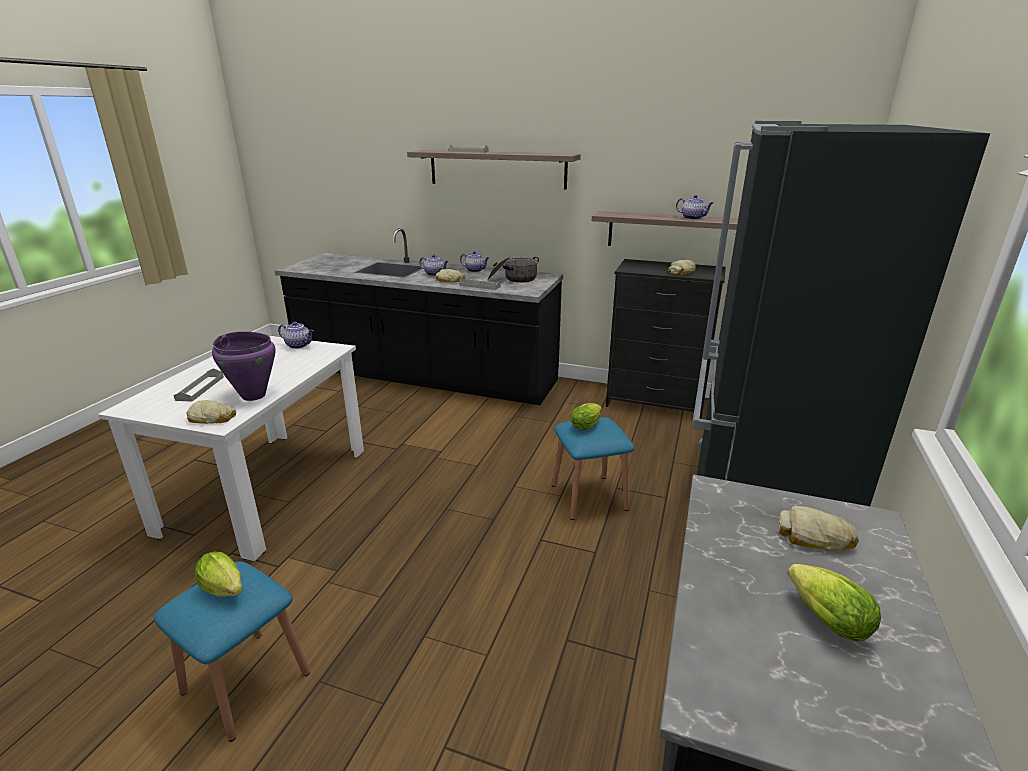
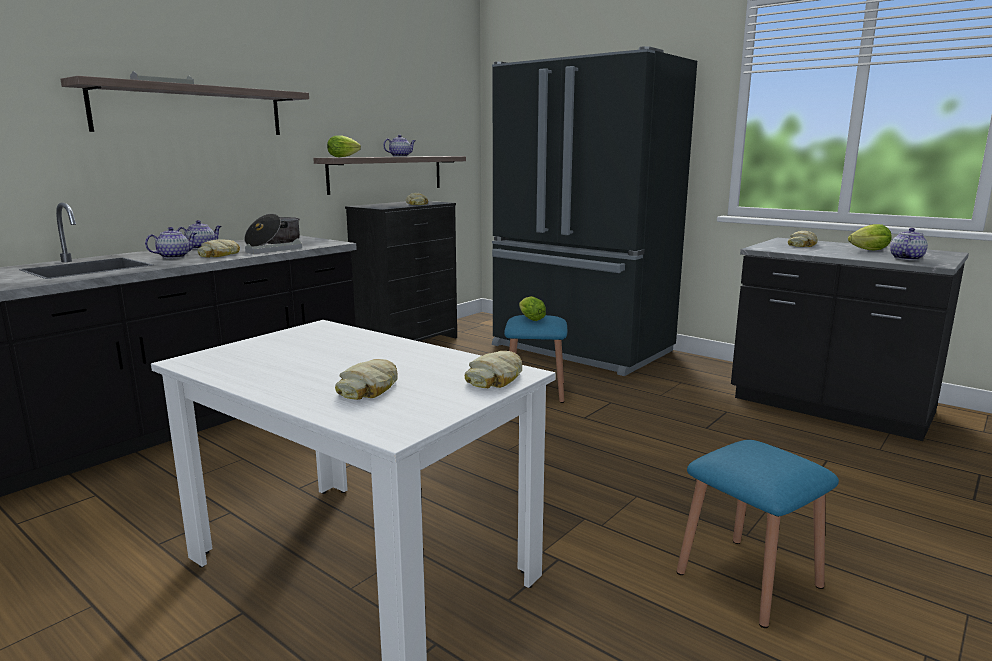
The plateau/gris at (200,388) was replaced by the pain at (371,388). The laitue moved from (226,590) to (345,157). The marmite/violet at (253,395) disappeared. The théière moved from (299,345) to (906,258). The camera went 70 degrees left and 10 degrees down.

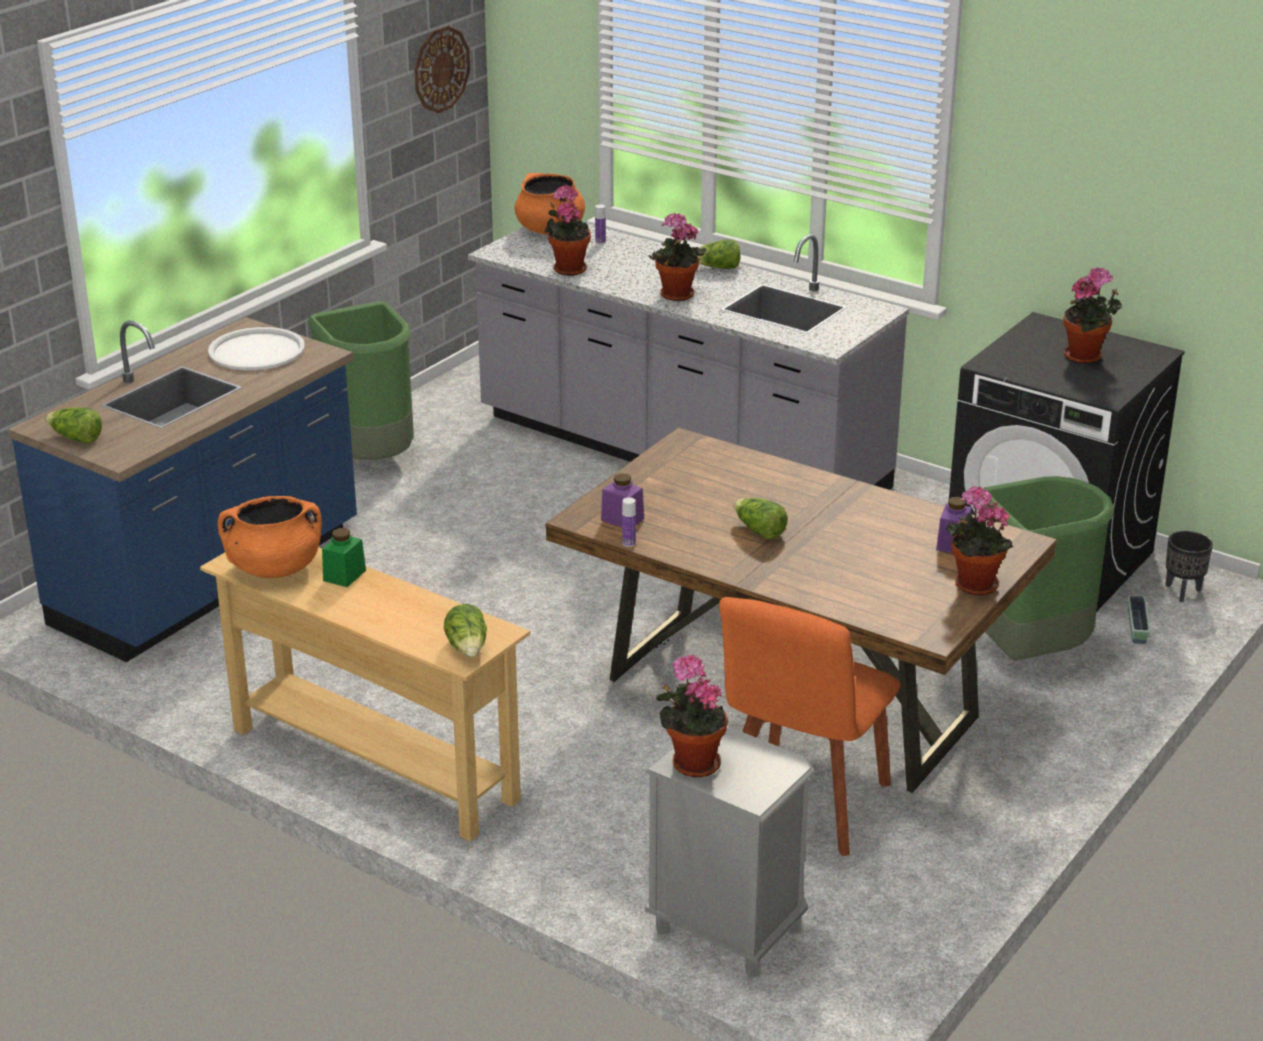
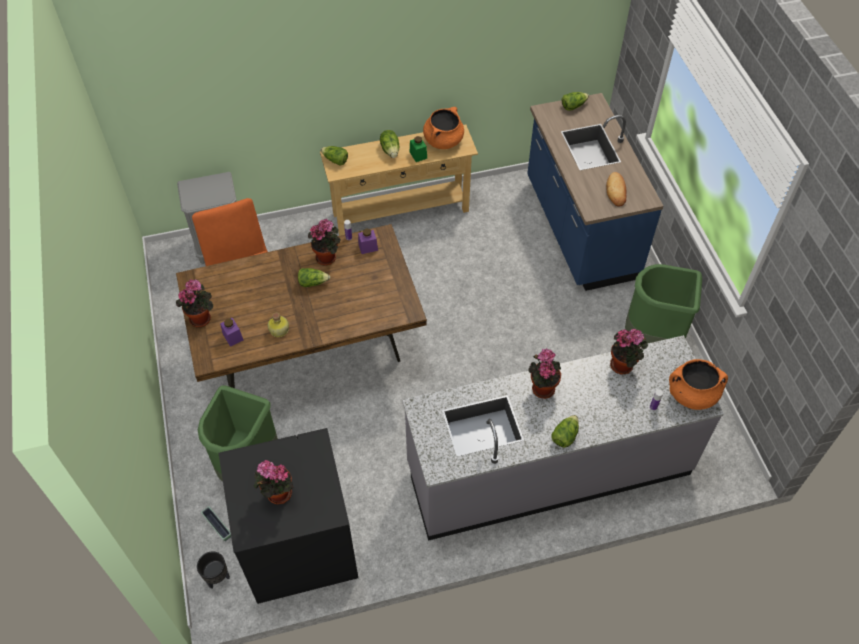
The plateau/blanc at (256,351) was replaced by the pain at (616,191). The horloge murale at (441,69) disappeared. The plante en pot moved from (691,763) to (327,257). The bouteille at (279,330) appeared. The laitue at (390,150) appeared. The camera went 130 degrees right and 25 degrees up.

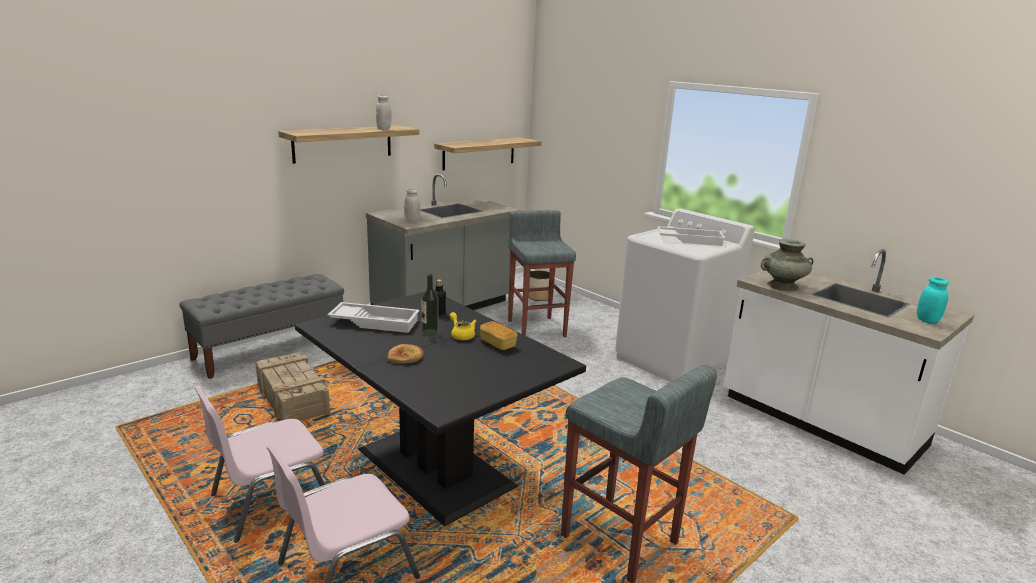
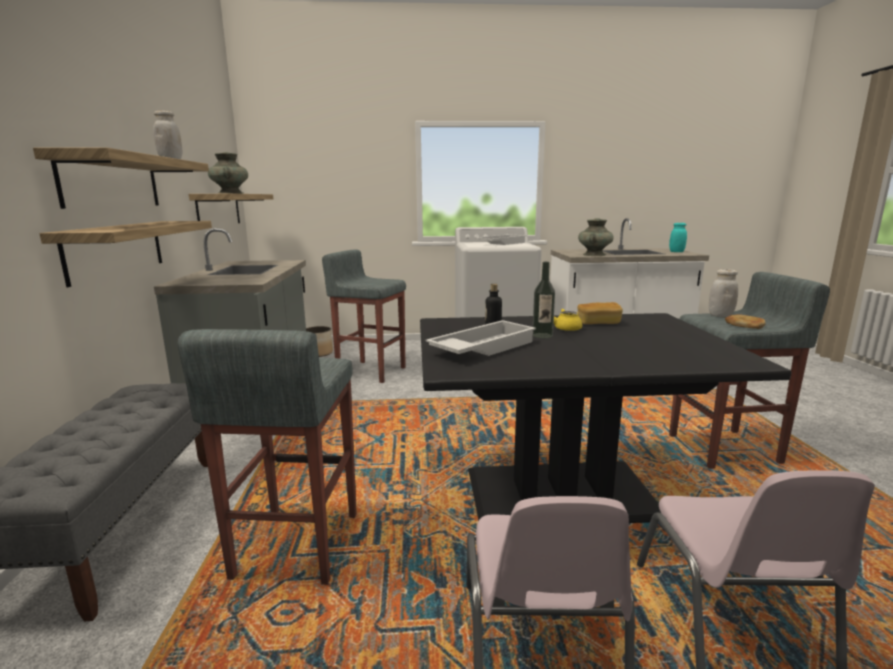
The caisse at (293,399) was replaced by the tabouret/gris at (295,546). The pain moved from (405,357) to (744,324). The bocal/blanc moved from (412,220) to (720,315). The étagère at (116,249) appeared. The vase/turquoise at (230,193) appeared. The camera went 50 degrees left and 5 degrees down.

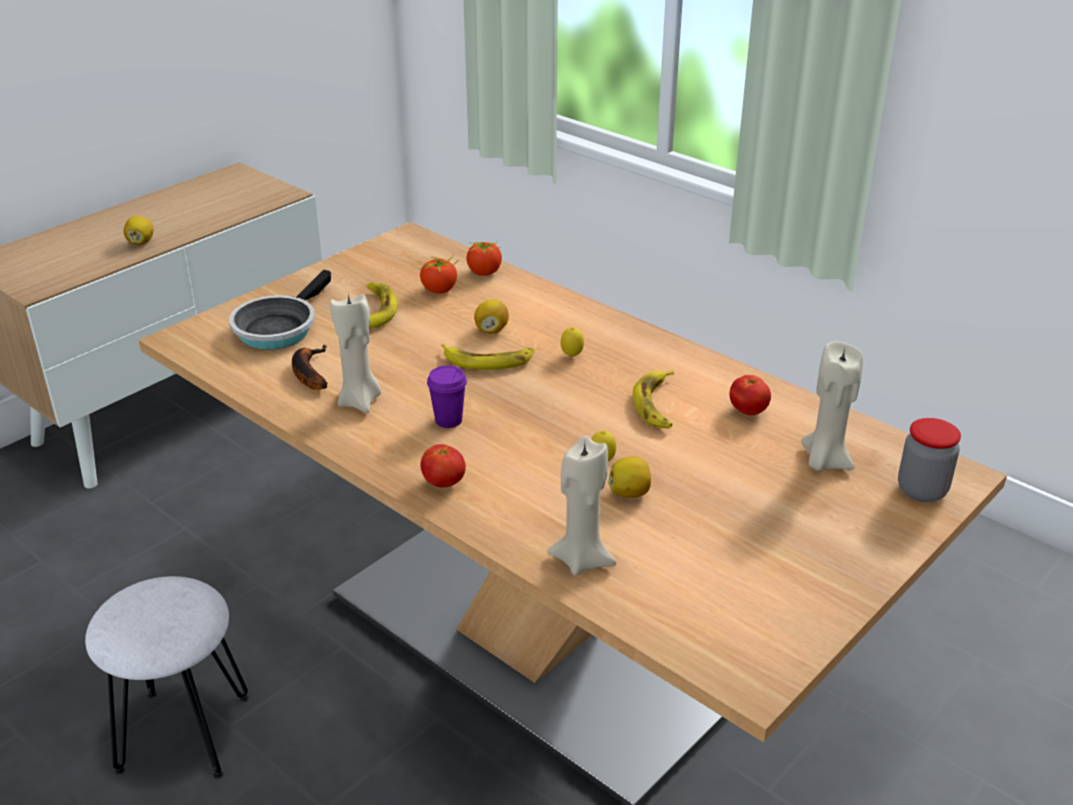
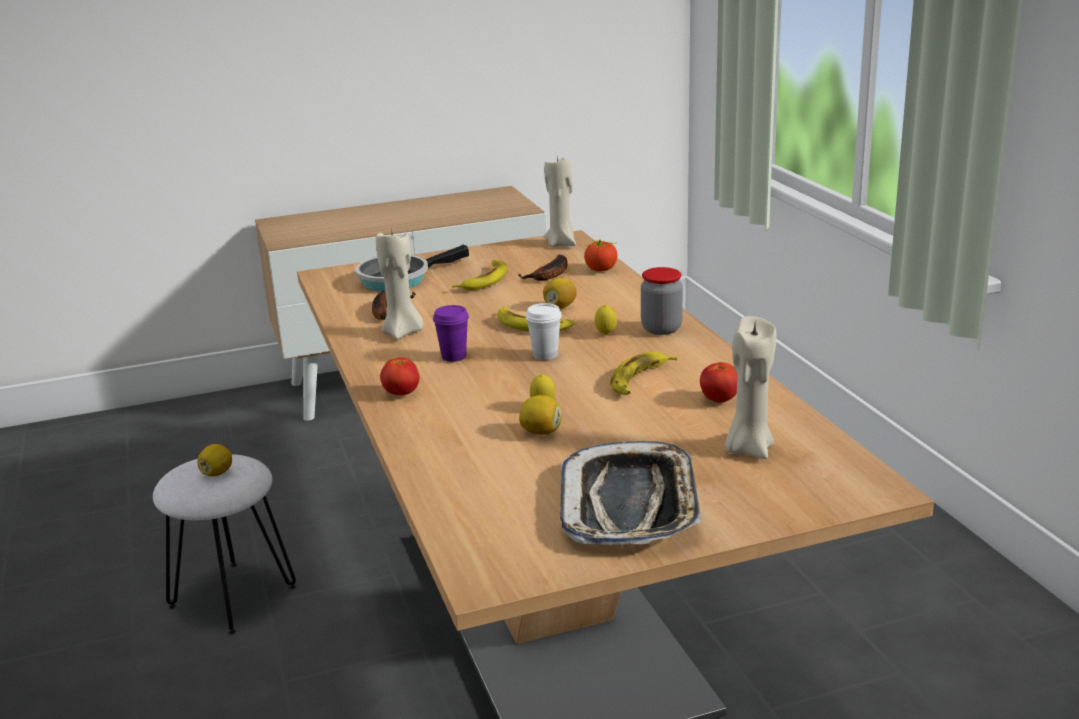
The citron moved from (141,242) to (217,473). The tomate at (439,290) was replaced by the banane at (550,275). The bougie/beige moved from (582,559) to (561,243). The bocal moved from (922,490) to (661,329). The tasse/blanc at (545,355) appeared. The plateau at (630,505) appeared. The camera went 30 degrees right and 10 degrees down.

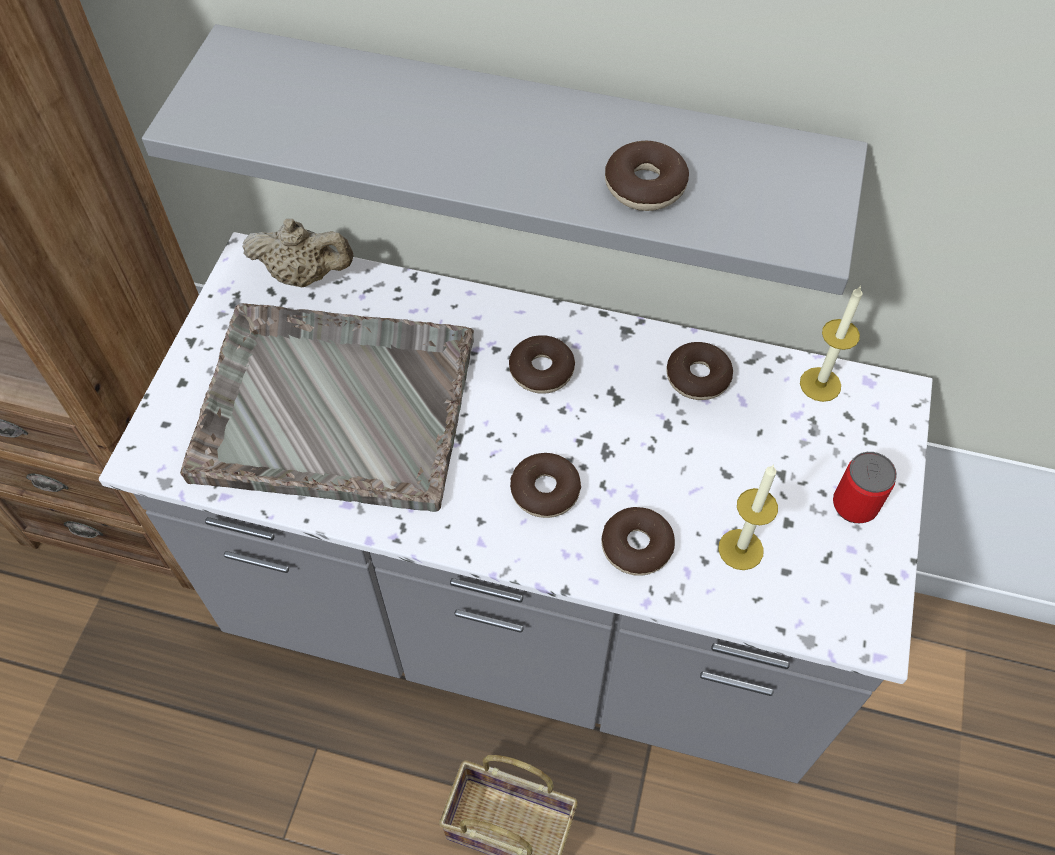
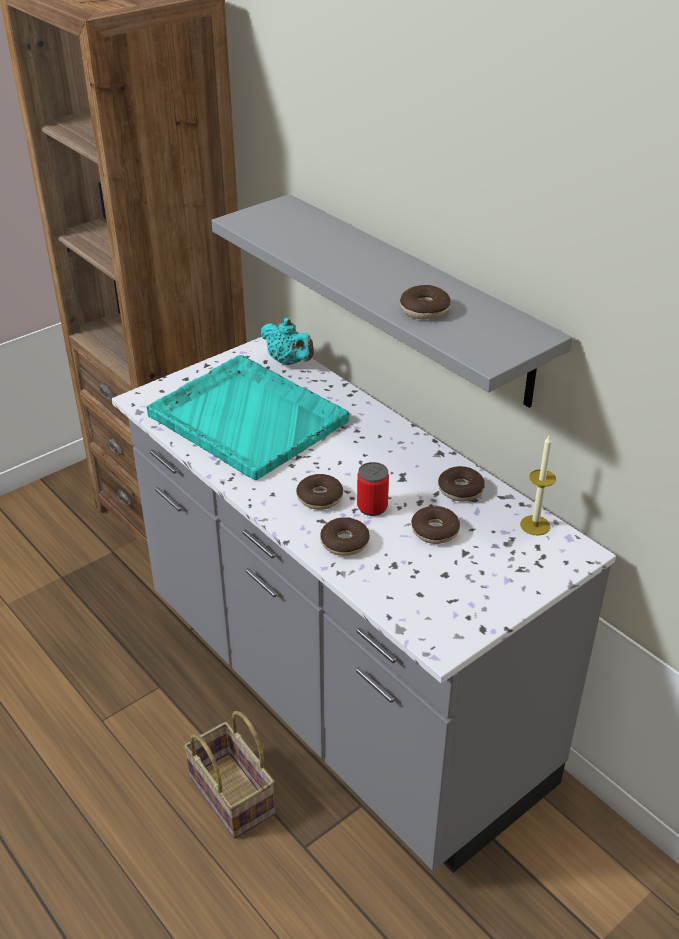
The plateau/gris at (332,407) became the plateau/turquoise at (246,417). The théière/beige at (305,275) became the théière/turquoise at (288,362). The beignet moved from (541,371) to (435,531). The bougie at (740,549) disappeared. The boîte métallique moved from (854,505) to (372,507). The camera went 35 degrees right and 20 degrees down.

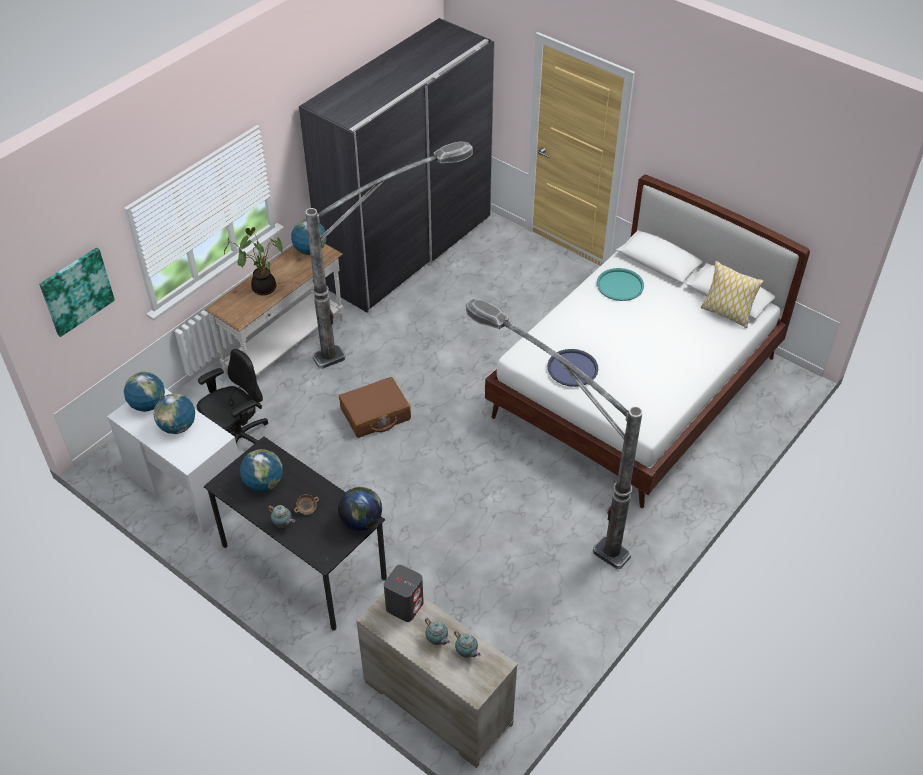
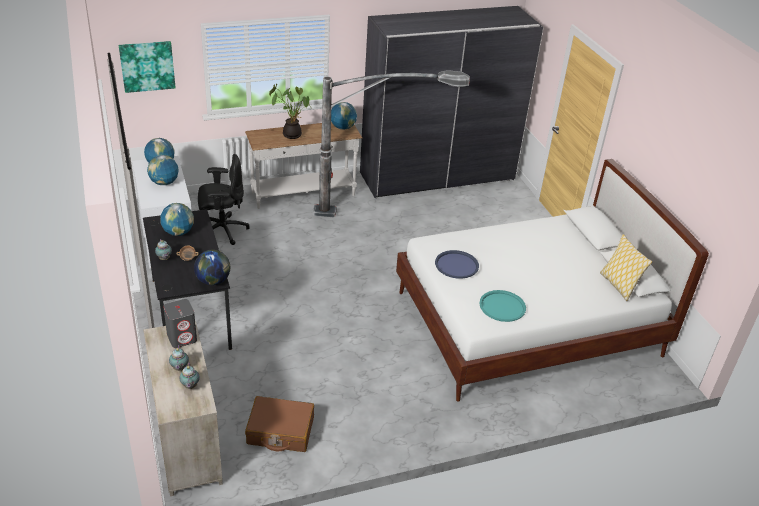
The valise/marron moved from (375,414) to (280,431). The lampadaire at (543,510) disappeared. The plateau/turquoise moved from (620,285) to (502,306). The camera went 30 degrees right and 10 degrees down.

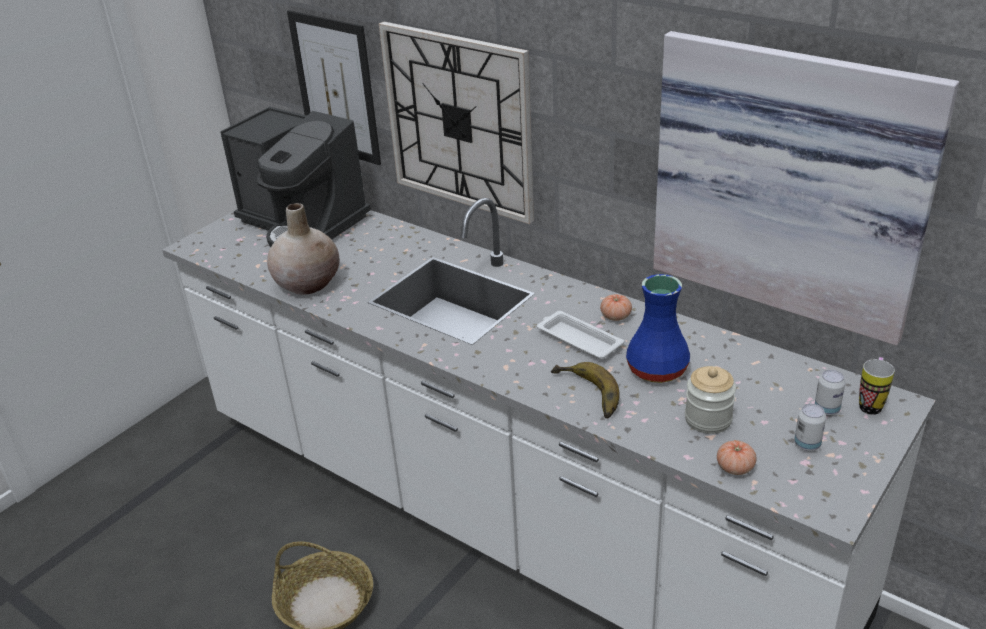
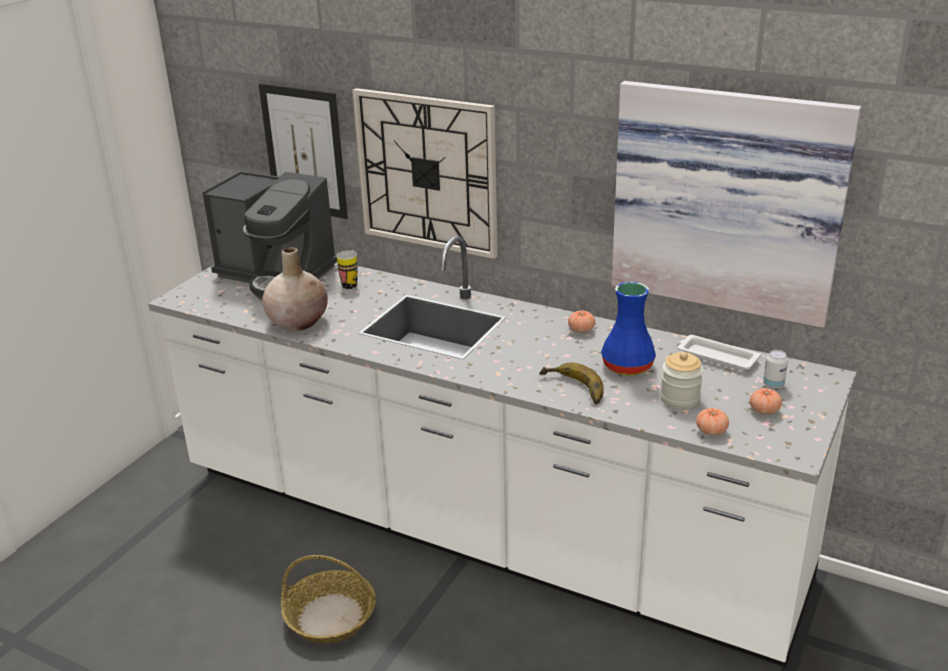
The plateau/blanc moved from (578,339) to (716,357). The boîte métallique at (807,445) was replaced by the tomate at (764,410). The mug moved from (871,403) to (351,283). The camera went 10 degrees left and 5 degrees down.

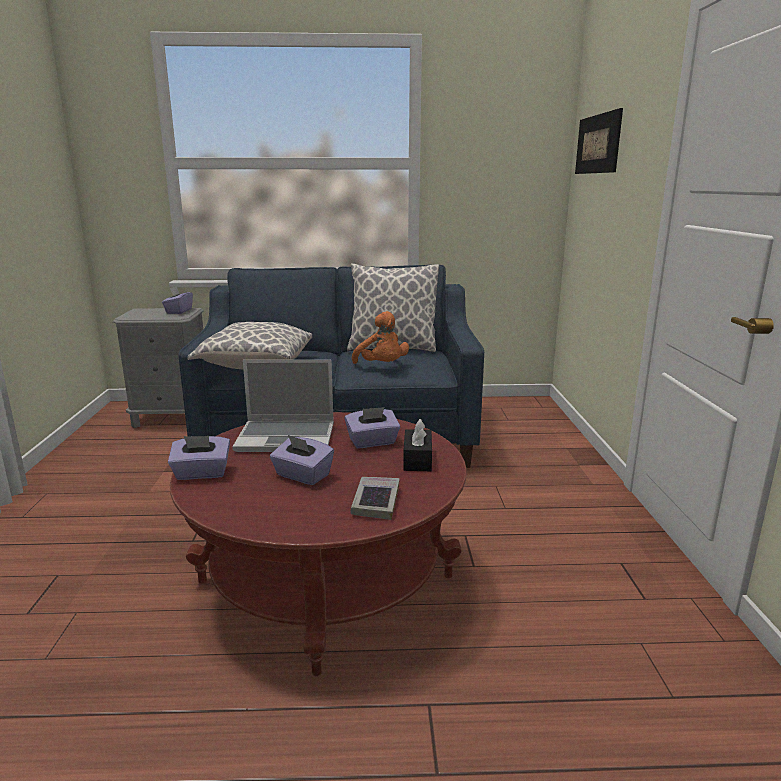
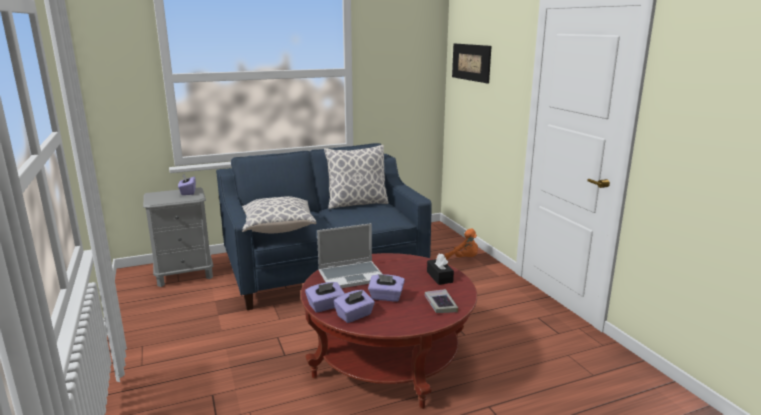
The boîte à mouchoirs/violet moved from (372,442) to (354,315). The peluche/orange moved from (382,366) to (464,259). The camera went 20 degrees left and 0 degrees up.

